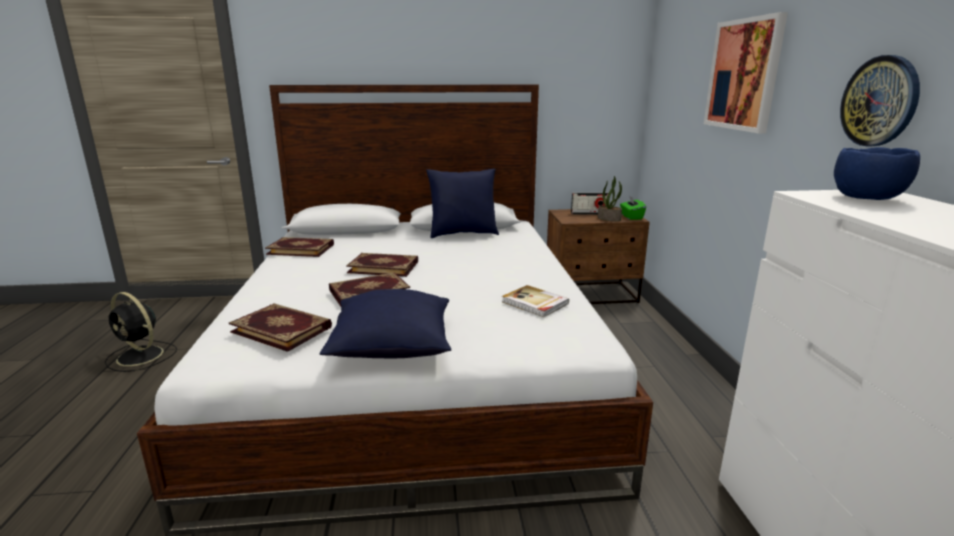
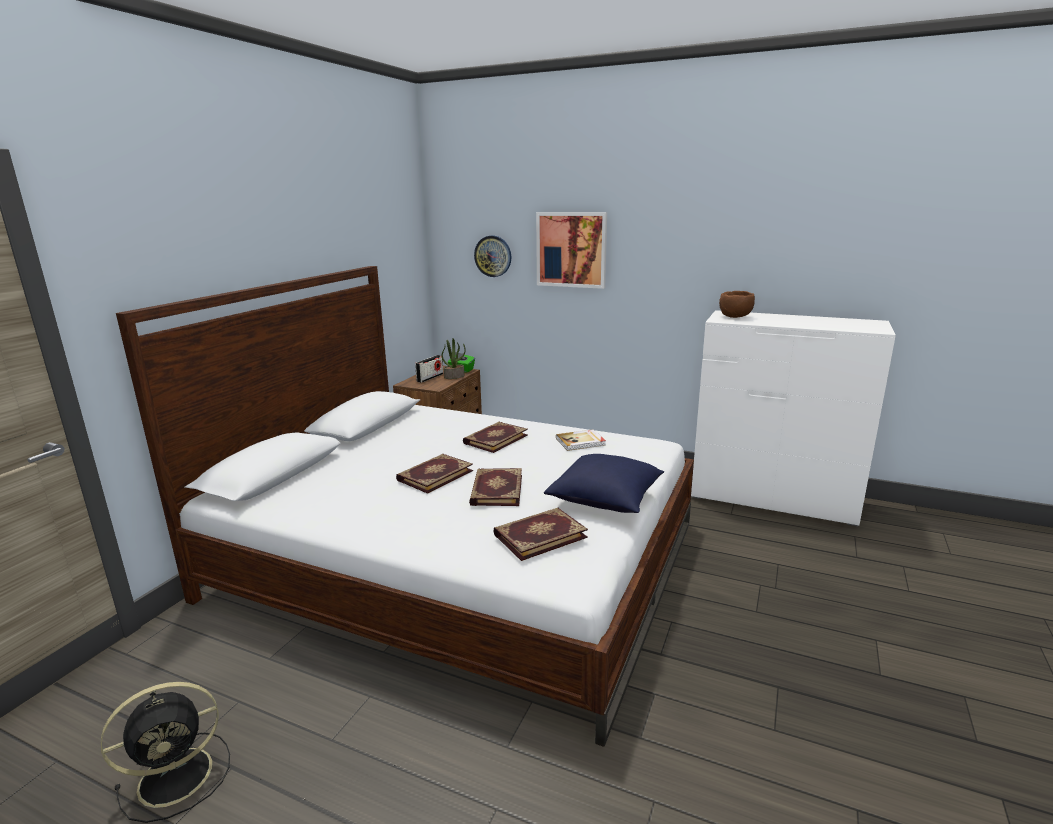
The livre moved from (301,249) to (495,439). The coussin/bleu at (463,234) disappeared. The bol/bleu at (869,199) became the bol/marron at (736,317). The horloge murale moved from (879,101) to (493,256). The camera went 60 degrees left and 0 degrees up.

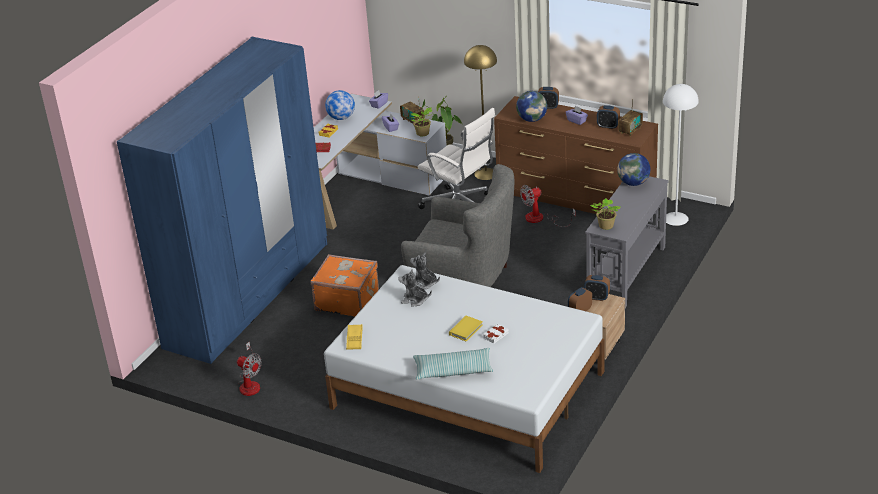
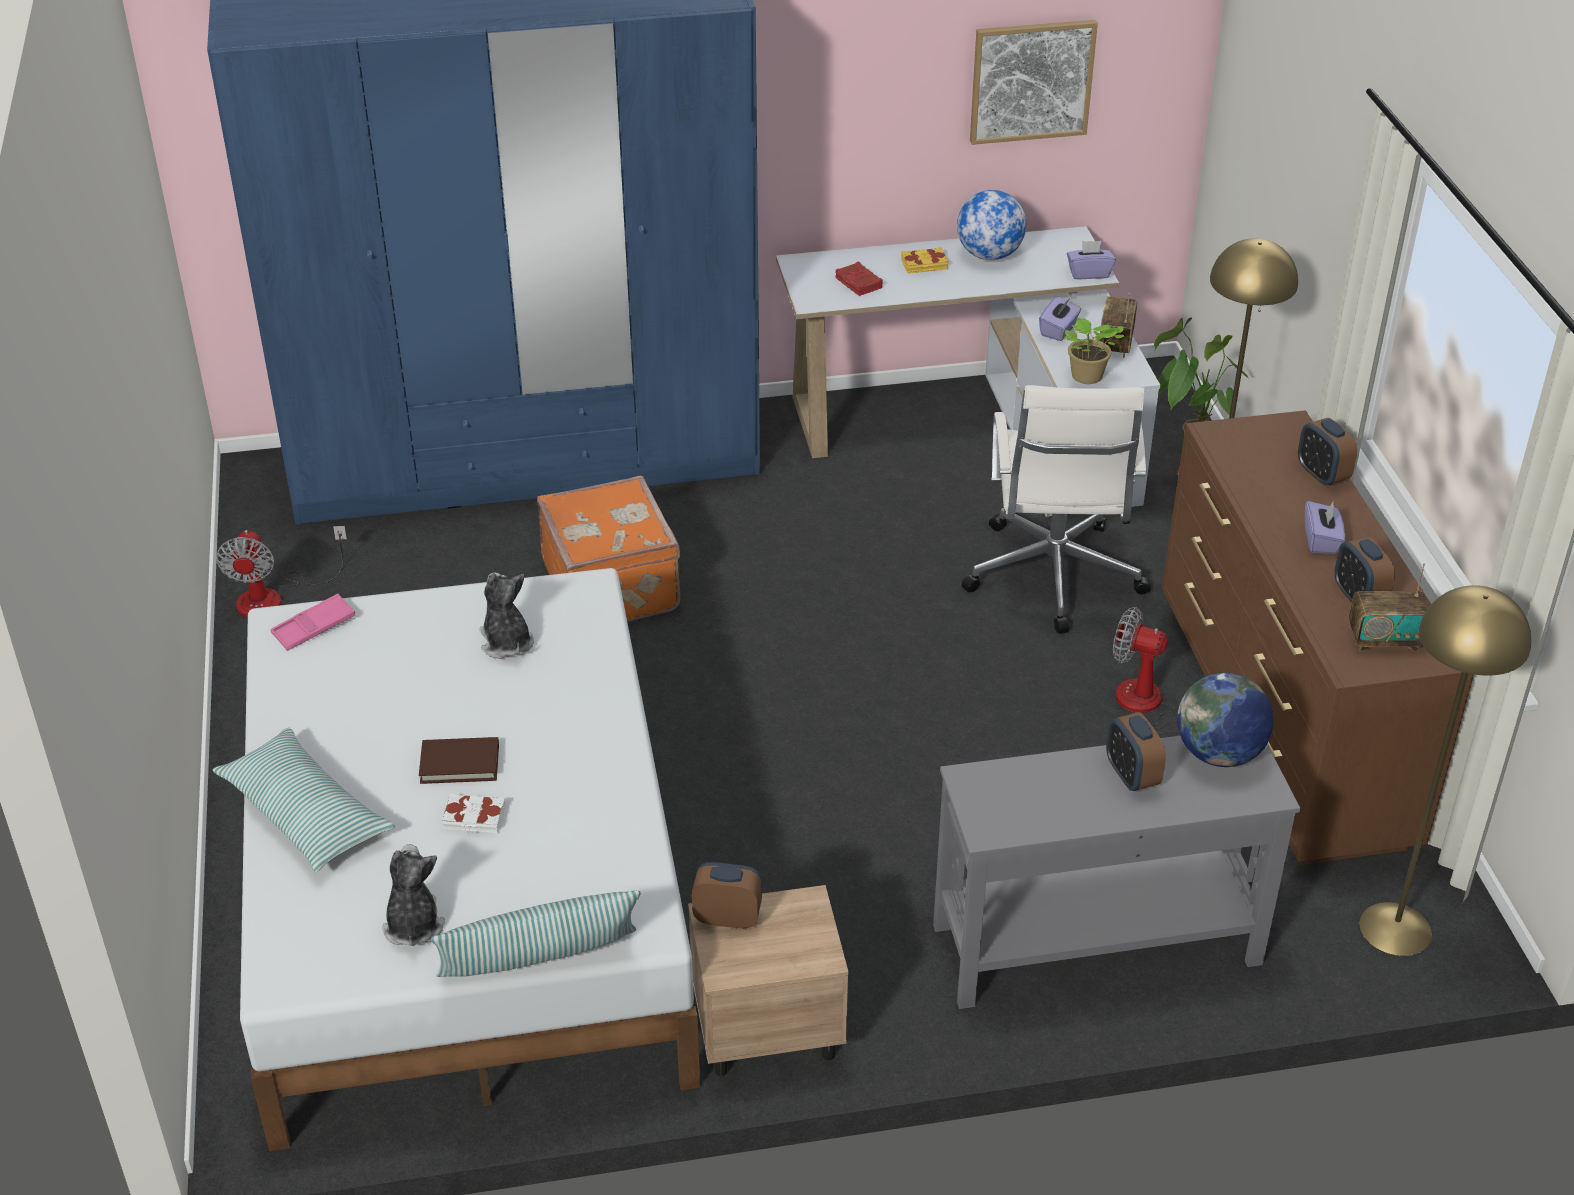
The plateau/jaune at (354,339) became the plateau/rose at (314,627). The fauteuil/gris at (464,279) disappeared. The peluche moved from (424,283) to (413,925). The livre/jaune at (465,330) became the livre/marron at (460,764). The globe at (532,119) disappeared. The réveil moved from (596,297) to (1131,775). The plante en pot at (605,226) disappeared. The lampadaire/blanc at (676,218) became the lampadaire/jaune at (1395,928). The coussin at (540,964) appeared. The tableau at (1031,81) appeared. The camera went 50 degrees right and 5 degrees up.

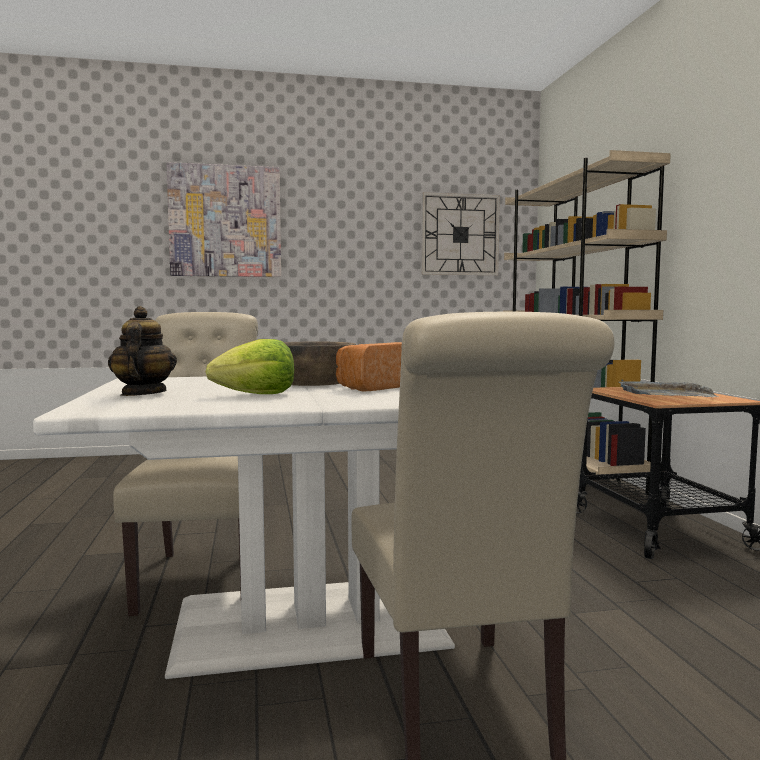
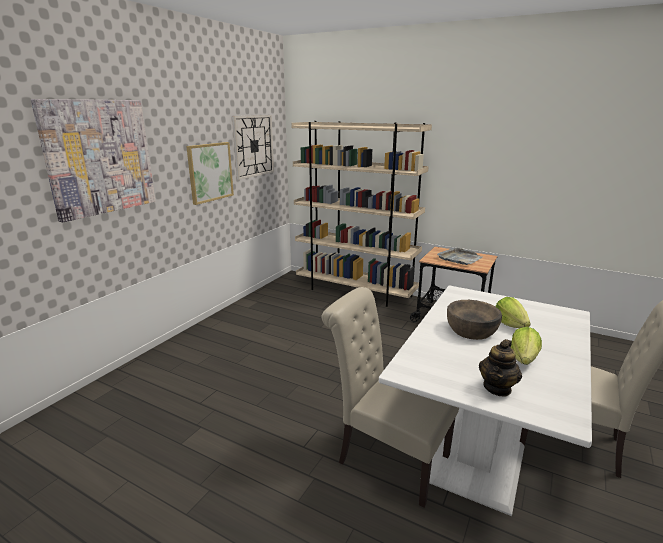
The théière at (143,394) turned 90 degrees counterclockwise. The pain at (376,387) was replaced by the laitue at (510,324). The tableau at (210,172) appeared. The camera went 50 degrees left and 15 degrees up.

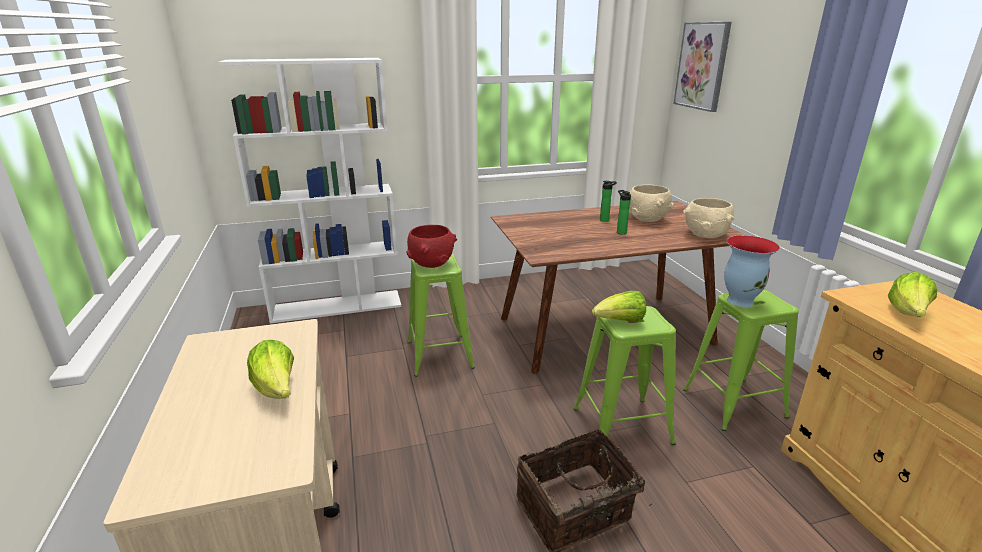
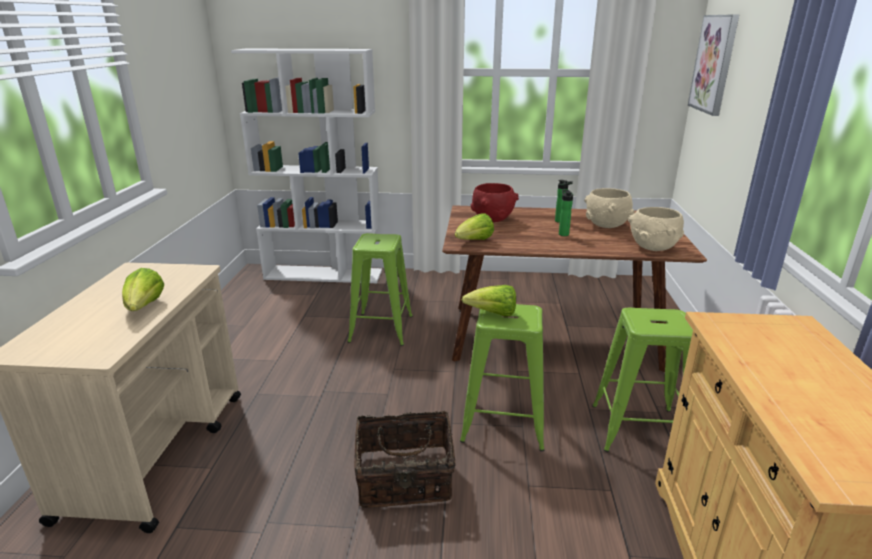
The bol/rouge moved from (431,264) to (492,219). The vase at (740,300) disappeared. The laitue moved from (907,314) to (474,241). The camera went 20 degrees right and 0 degrees up.

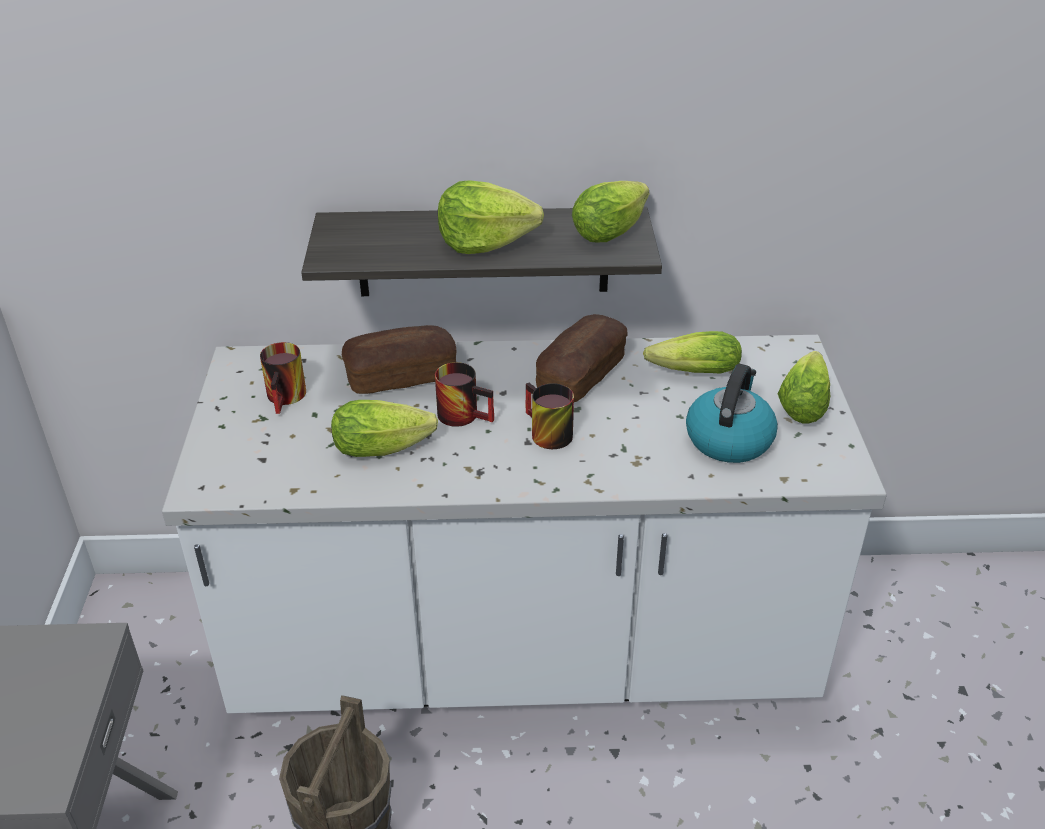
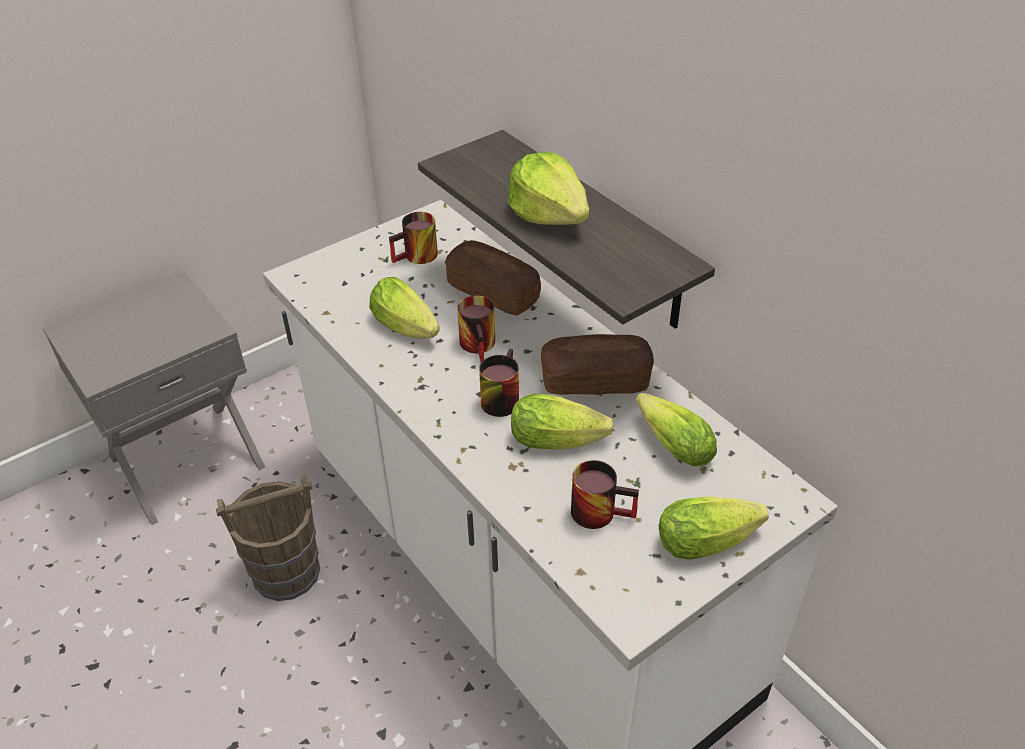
The laitue moved from (613,229) to (561,440). The bouilloire at (729,439) was replaced by the mug at (601,510). The camera went 55 degrees right and 5 degrees up.

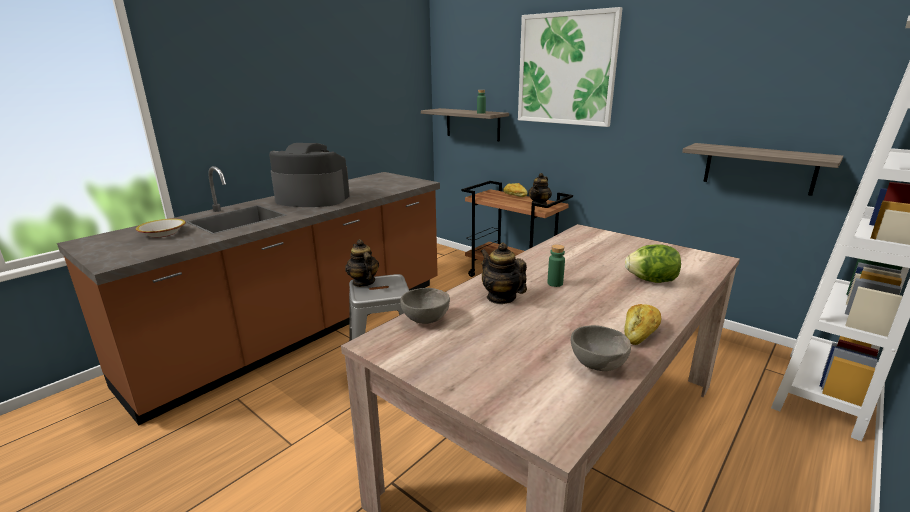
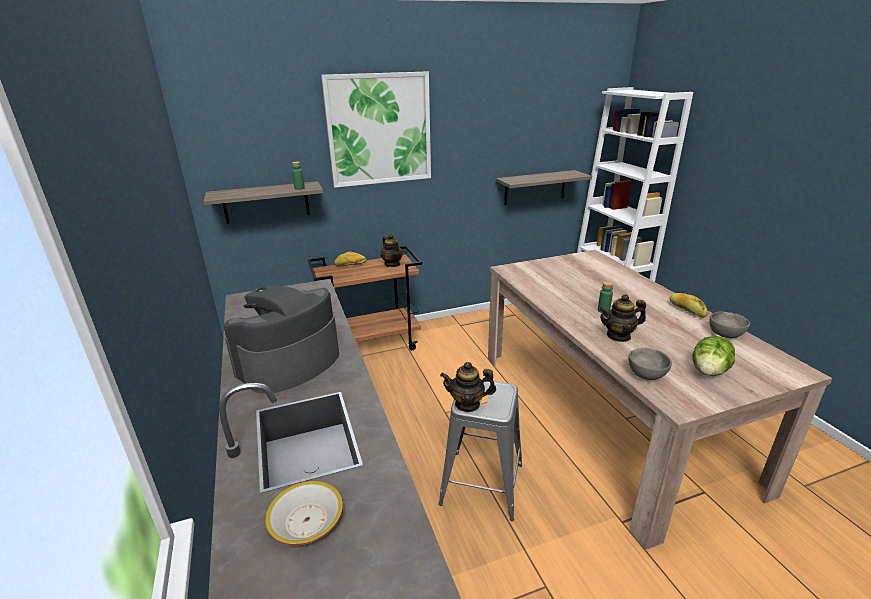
The laitue moved from (651,280) to (709,371). The camera went 60 degrees left and 5 degrees up.

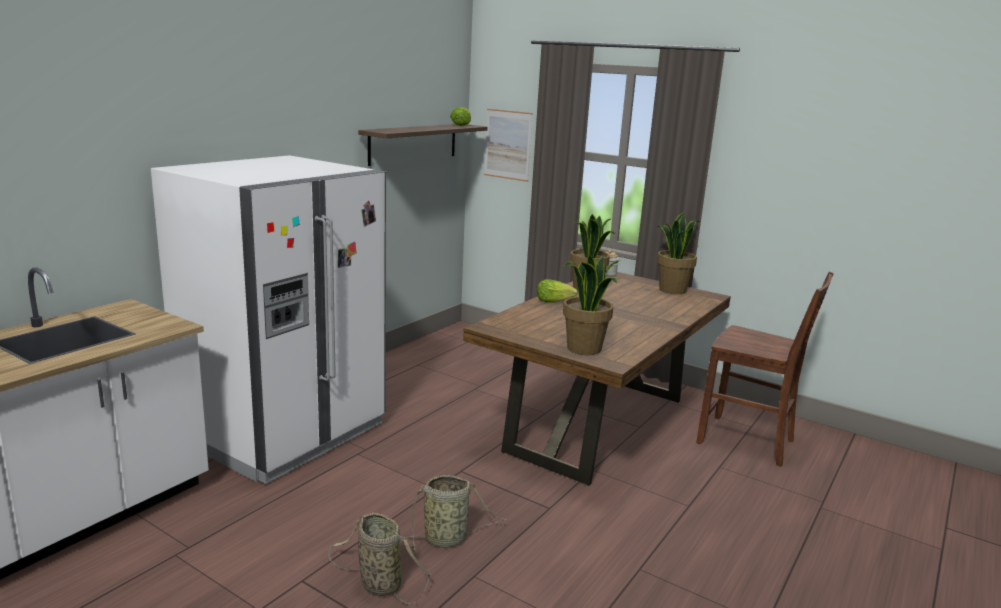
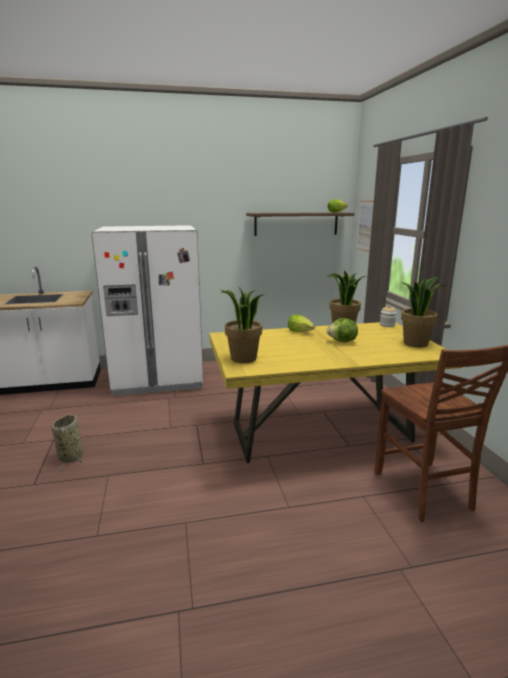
The panier at (448,539) disappeared. The table à manger/marron at (597,426) became the table à manger/jaune at (319,433). The laitue at (342,342) appeared. The camera went 45 degrees right and 0 degrees up.

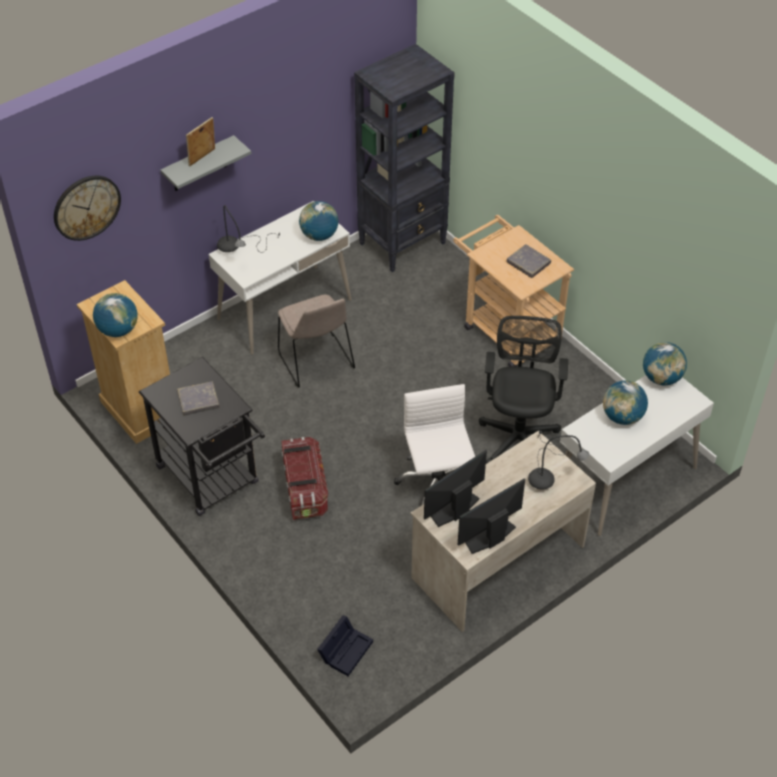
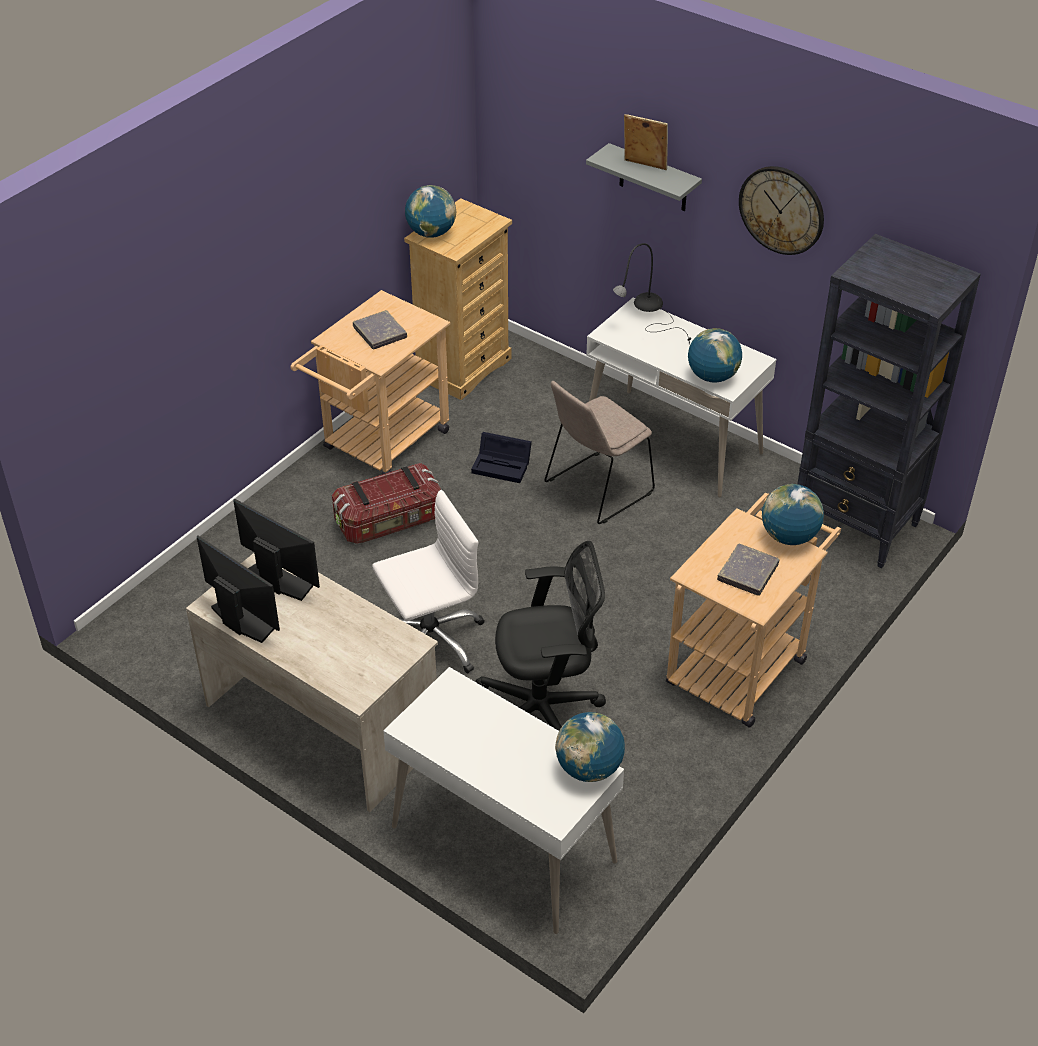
The horloge murale moved from (86,207) to (782,210). The chariot/noir at (212,480) became the chariot/beige at (379,445). The boîte de rangement/noir moved from (346,649) to (503,465). The lampe de table/gris at (549,474) disappeared. The globe moved from (622,417) to (789,536). The camera went 75 degrees right and 5 degrees down.

